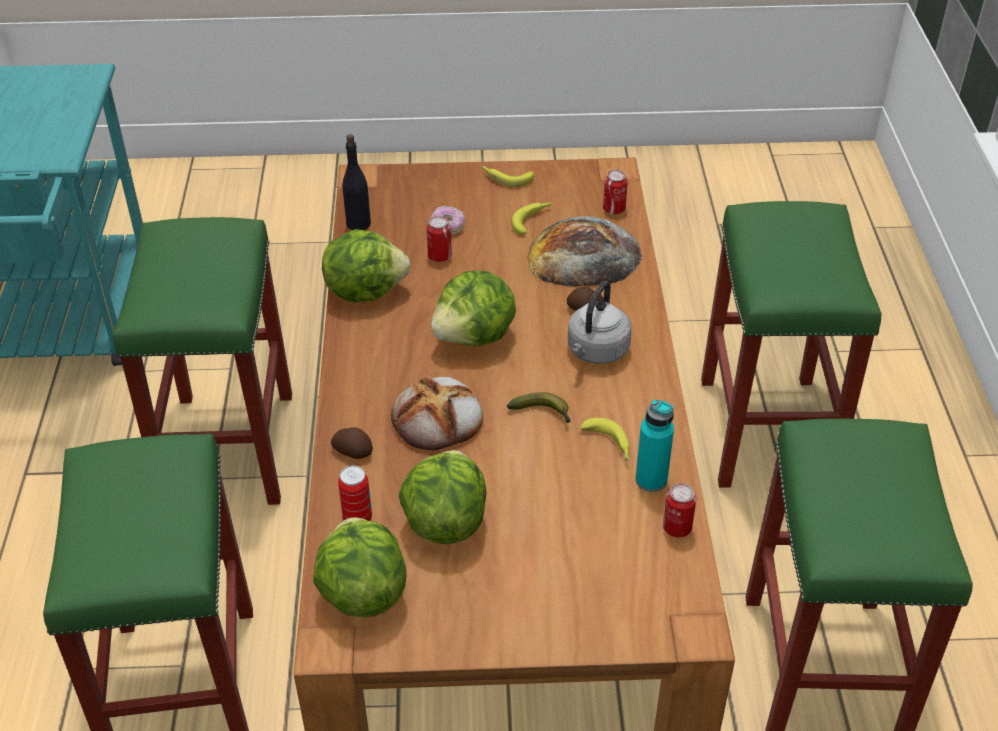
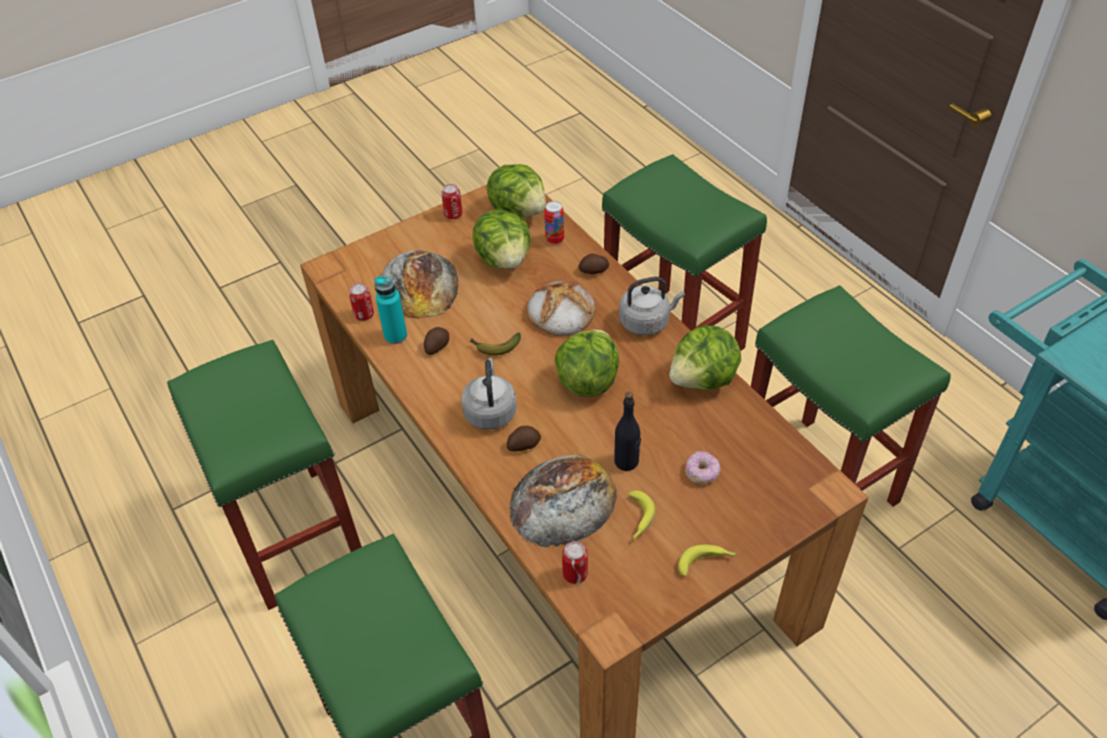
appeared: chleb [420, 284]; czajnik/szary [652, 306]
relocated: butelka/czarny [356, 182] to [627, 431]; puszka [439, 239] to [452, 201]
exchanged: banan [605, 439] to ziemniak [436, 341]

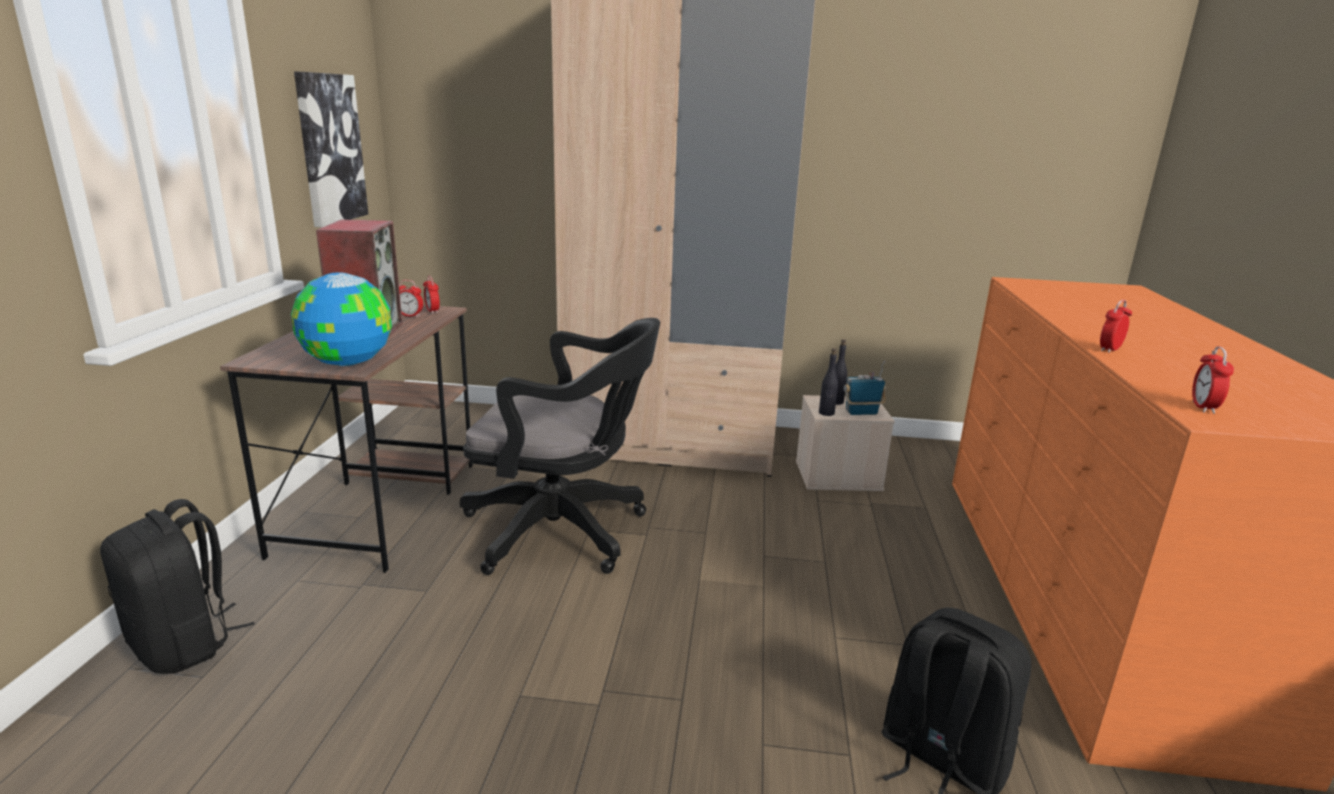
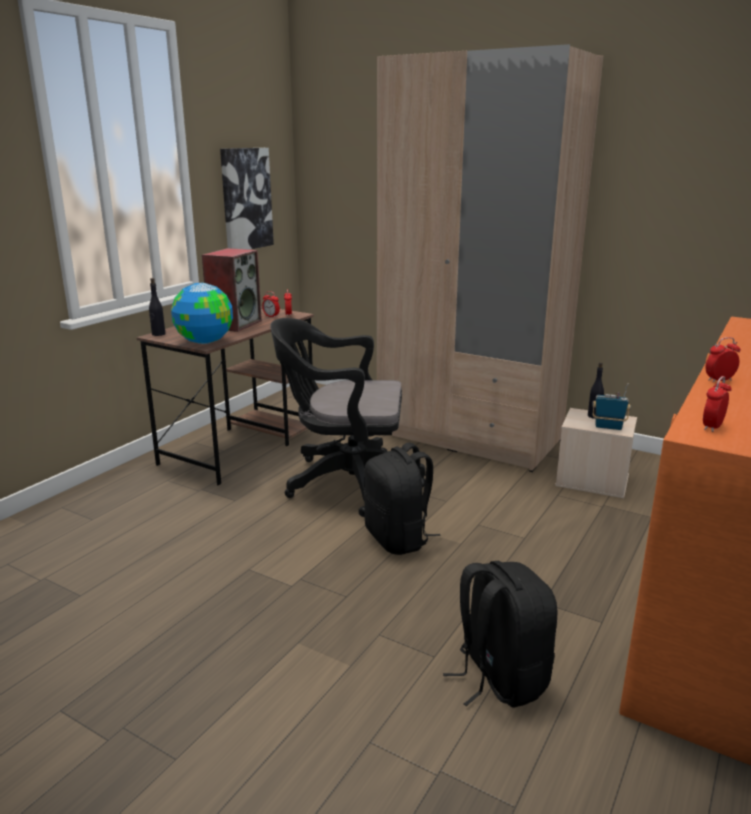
relocated: plecak/czarny [177, 586] to [402, 499]; butelka/czarny [828, 382] to [157, 307]
spun: krzesło biurowe/czarny [560, 446] = [348, 417] 150 degrees clockwise

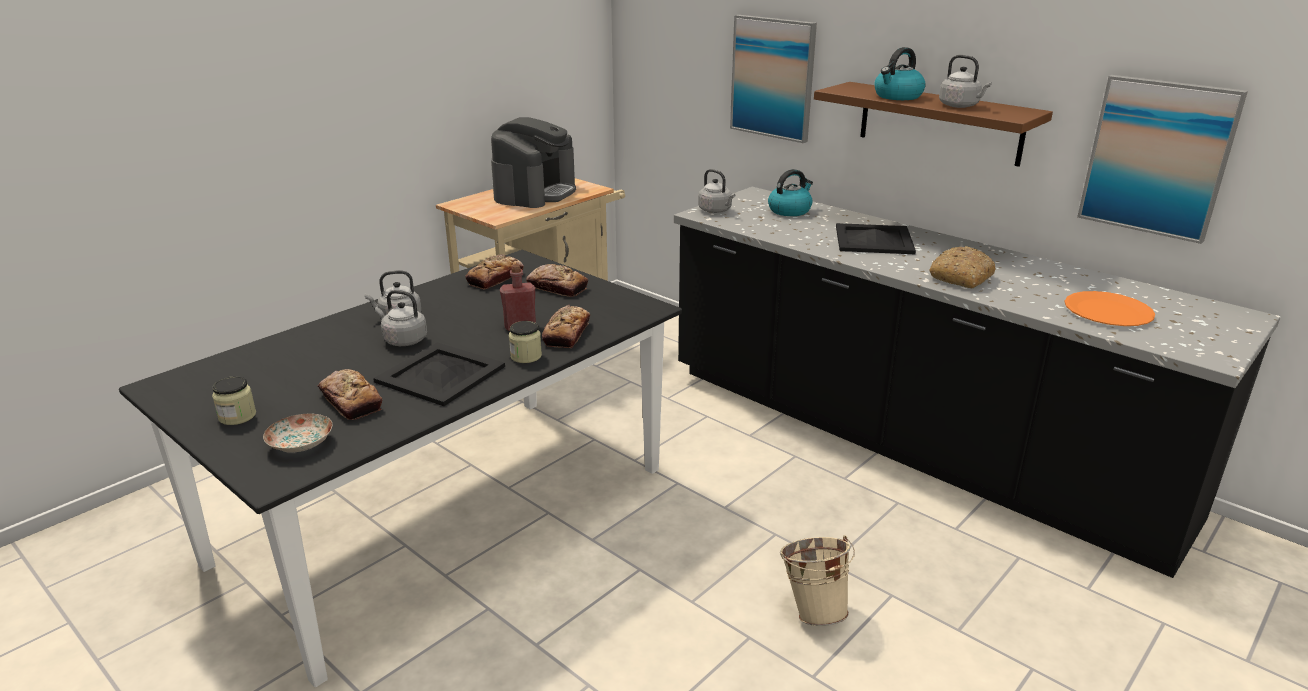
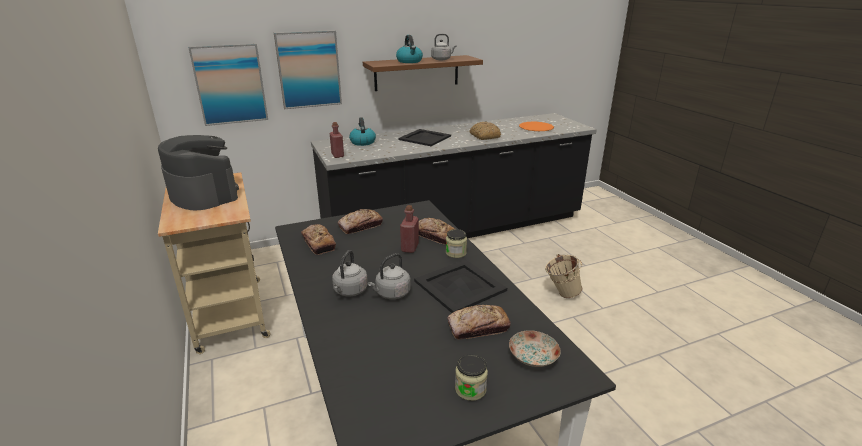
relocated: obraz [1162, 159] to [228, 85]
exchanged: czajnik/szary [716, 191] to butelka/czerwony [337, 140]

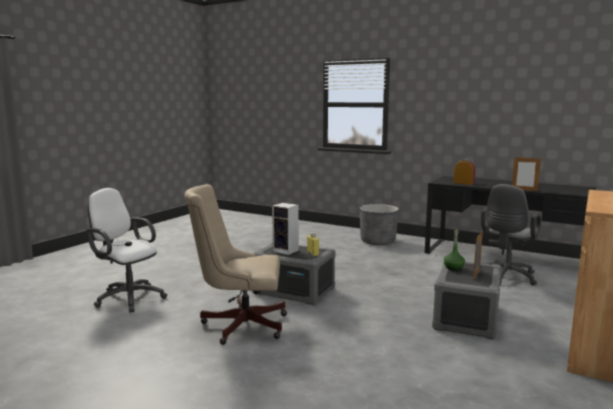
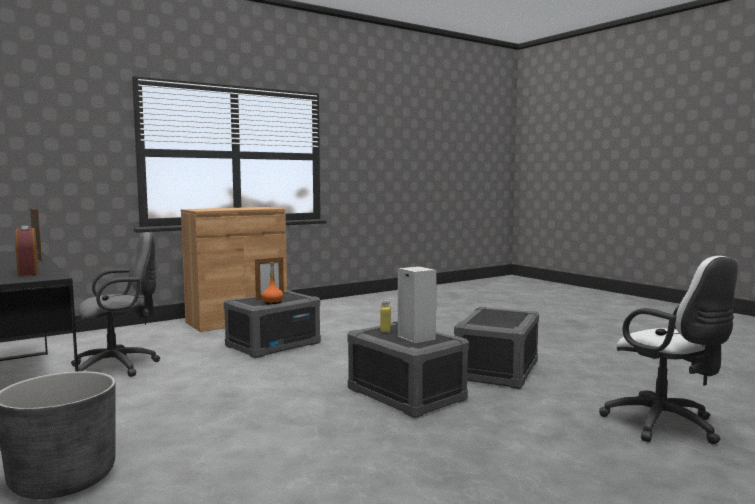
exchanged: krzesło biurowe/beżowy [235, 264] to pojemnik do przechowywania/szary [496, 347]
colour: butelka/zielony [454, 250] to butelka/pomarańczowy [272, 283]

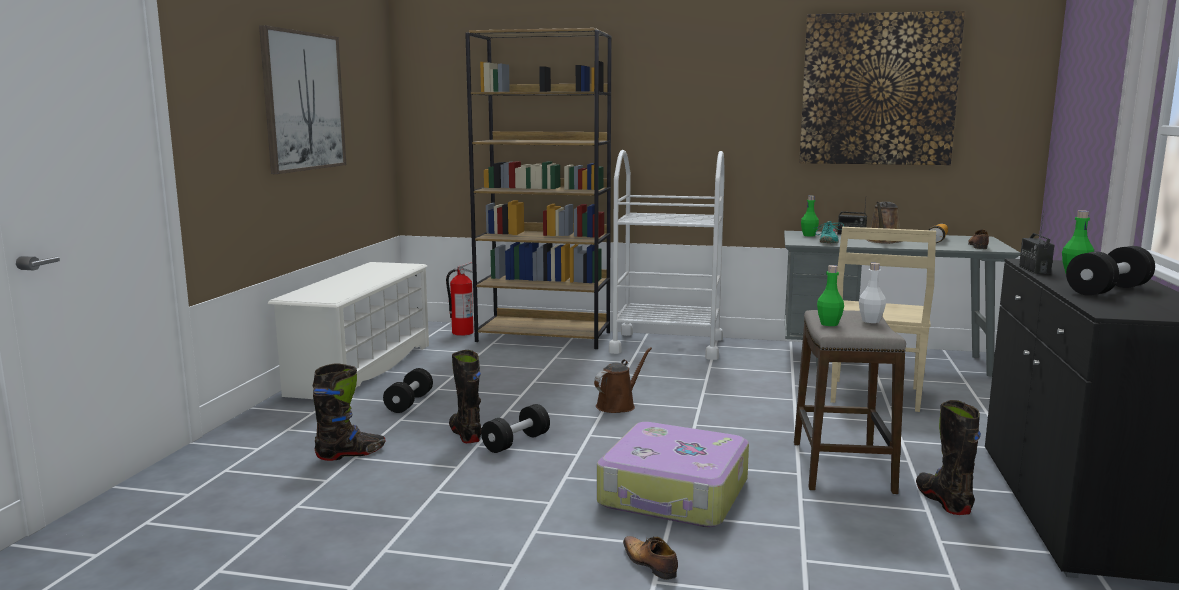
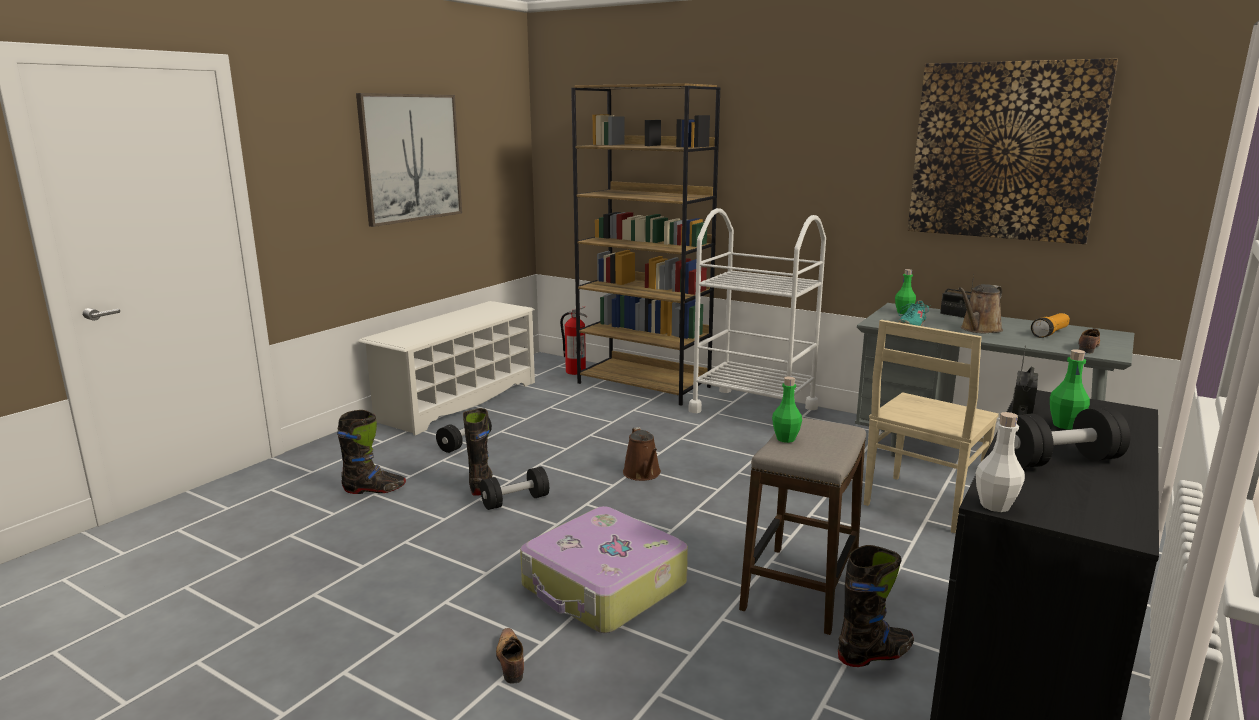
relocated: butelka/biały [872, 293] to [1000, 462]
spun: konewka/brązowy [623, 380] = [642, 454] 105 degrees clockwise; but z cholewką/czarny [948, 457] = [876, 606] 60 degrees clockwise

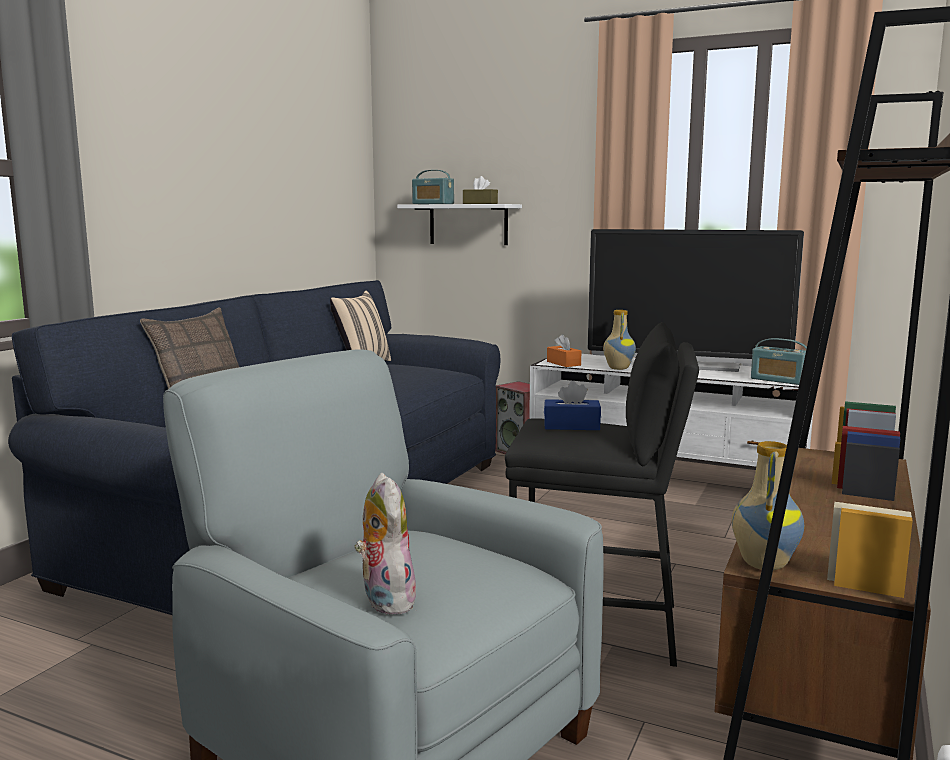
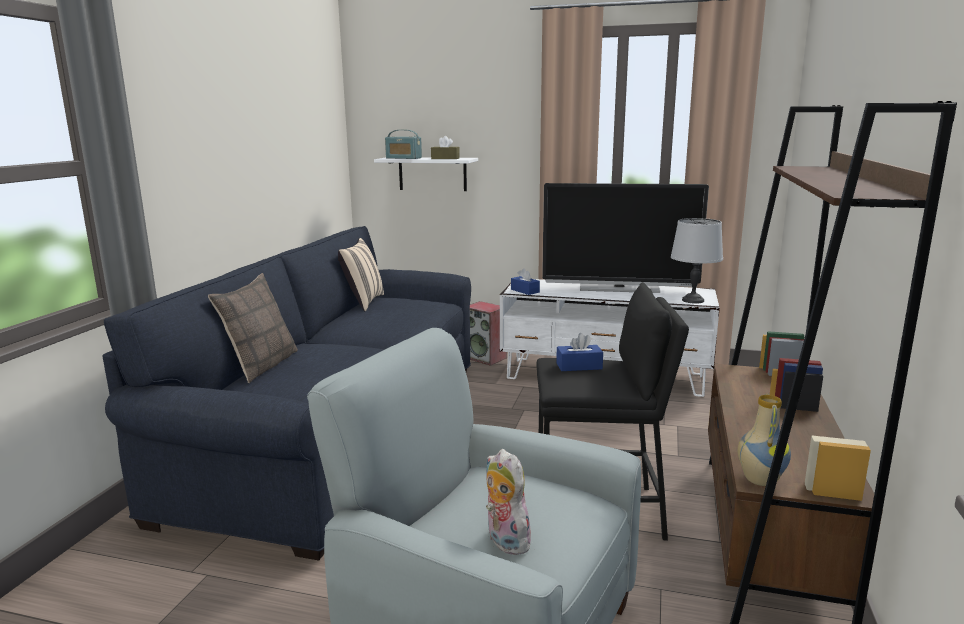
missing: wazon [619, 340]
exchanged: radio [779, 361] to lampa stołowa/szary [697, 261]
colour: pudełko chusteczek/pomarańczowy [564, 350] to pudełko chusteczek/niebieski [525, 281]

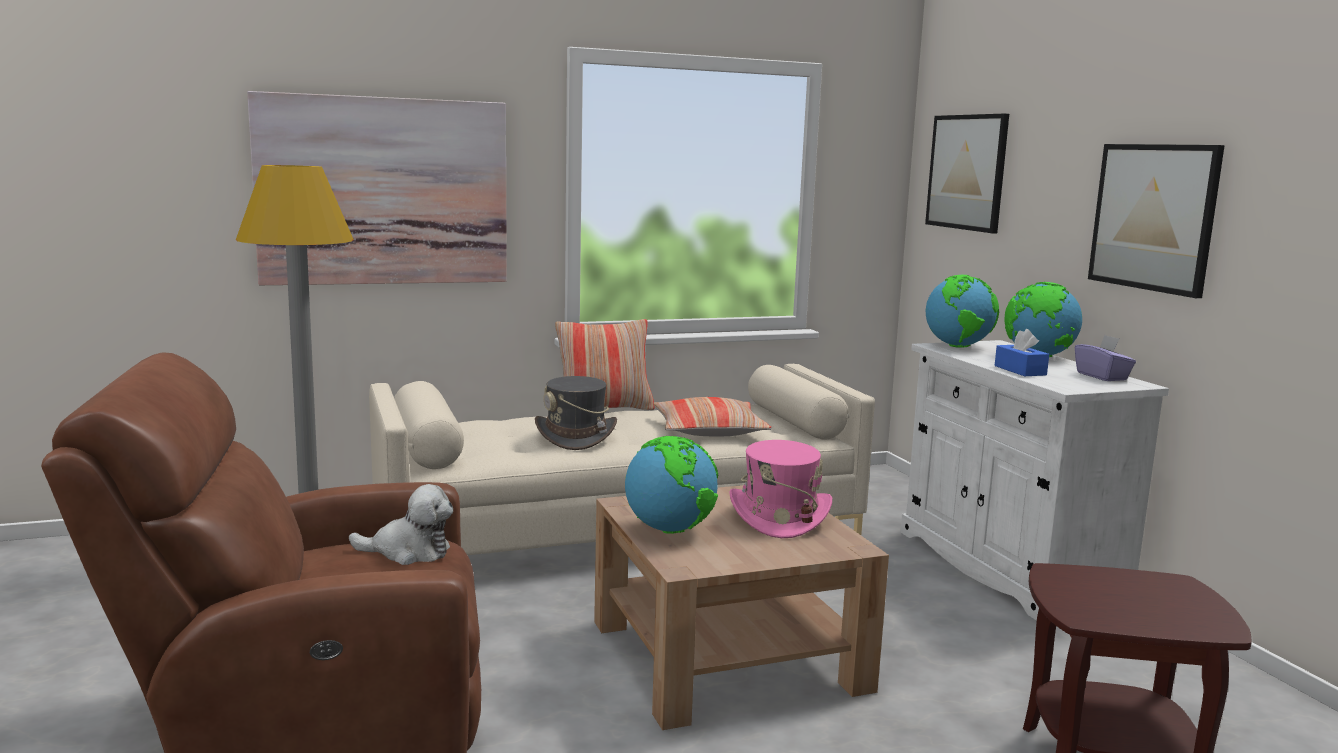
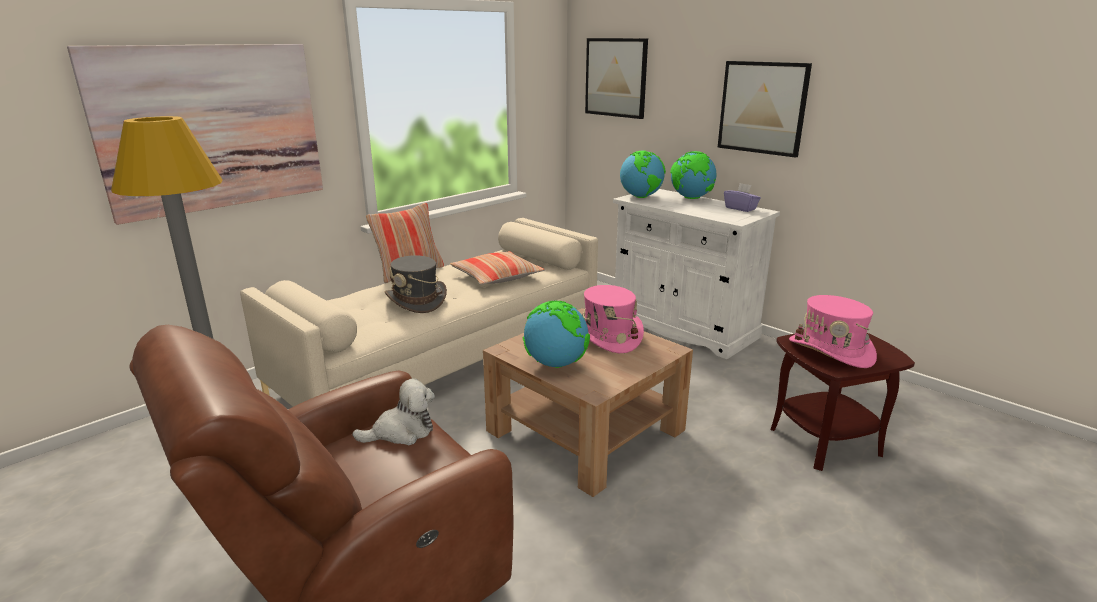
missing: pudełko chusteczek/niebieski [1022, 352]
appeared: kapelusz/różowy [833, 331]

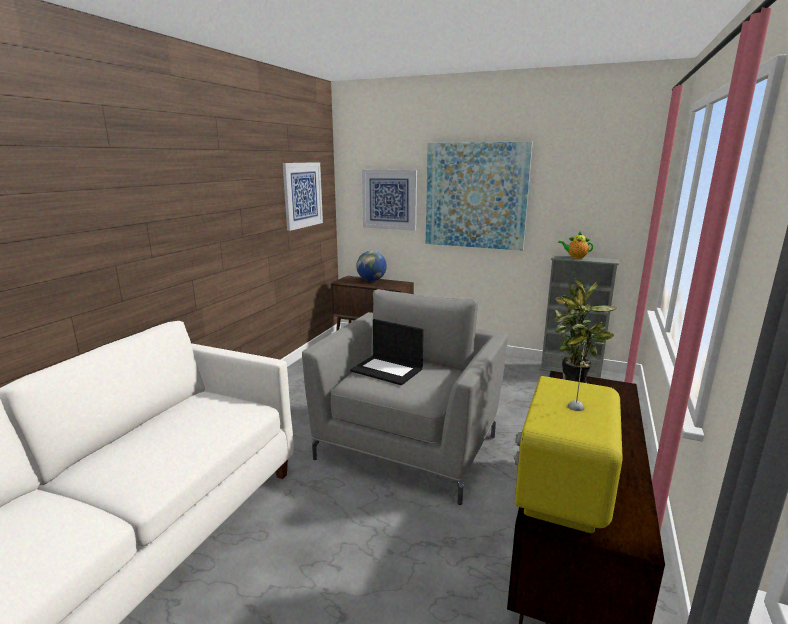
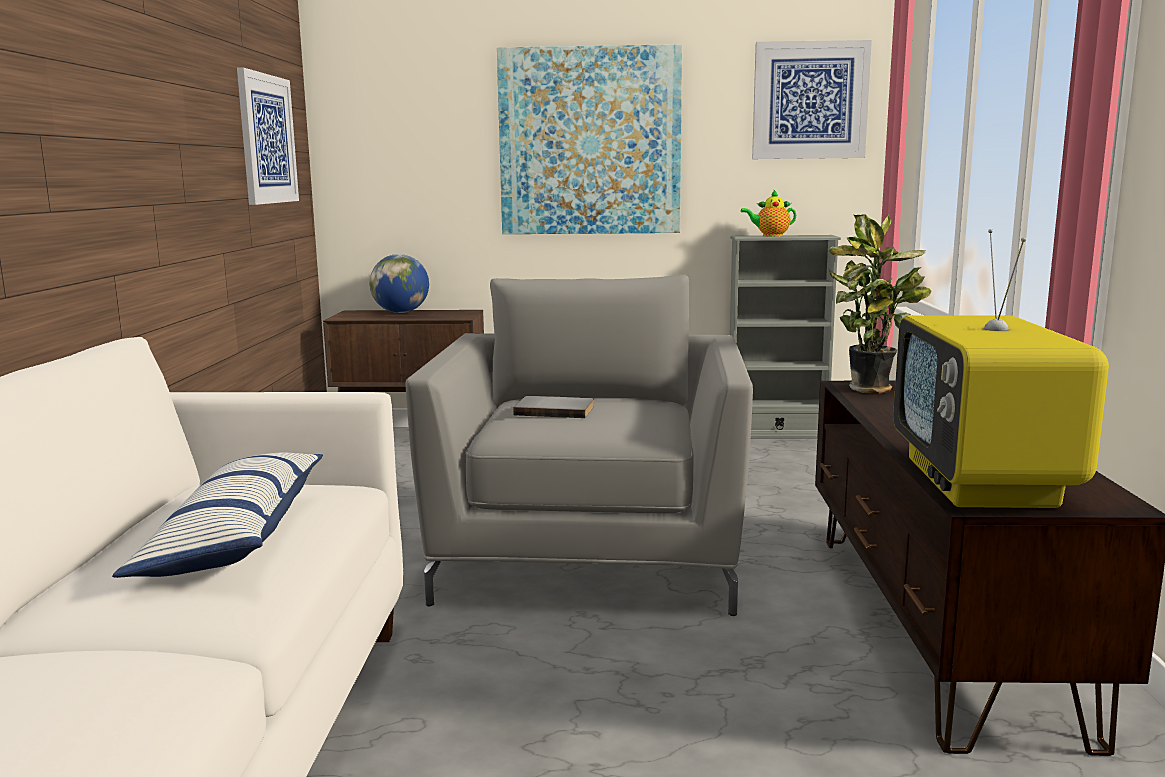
appeared: poduszka [217, 515]
relocated: obraz [389, 200] to [812, 99]
exchanged: laptop [387, 352] to książka/szary [553, 407]

